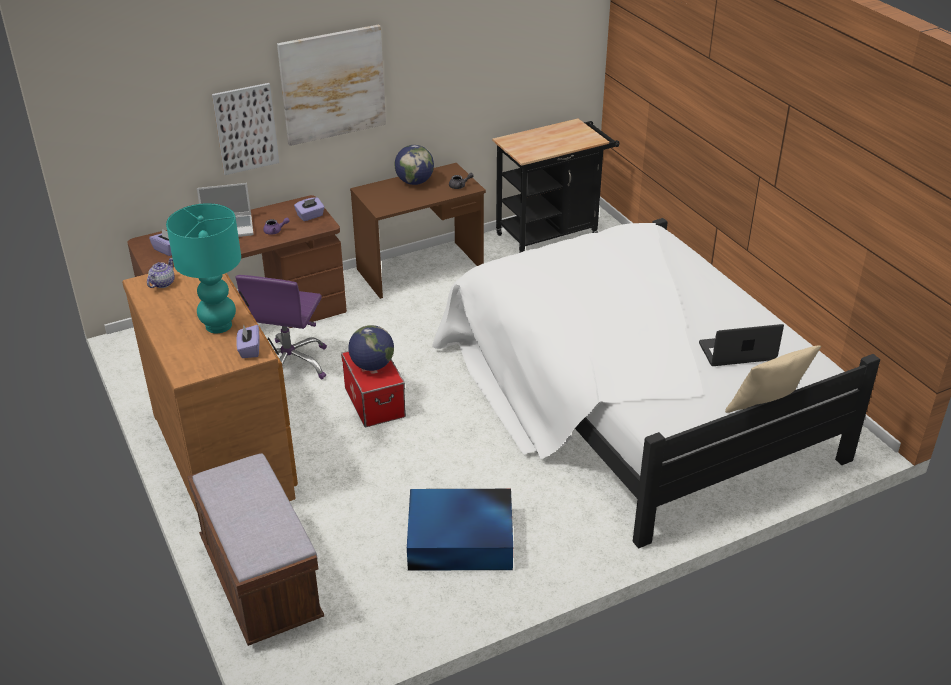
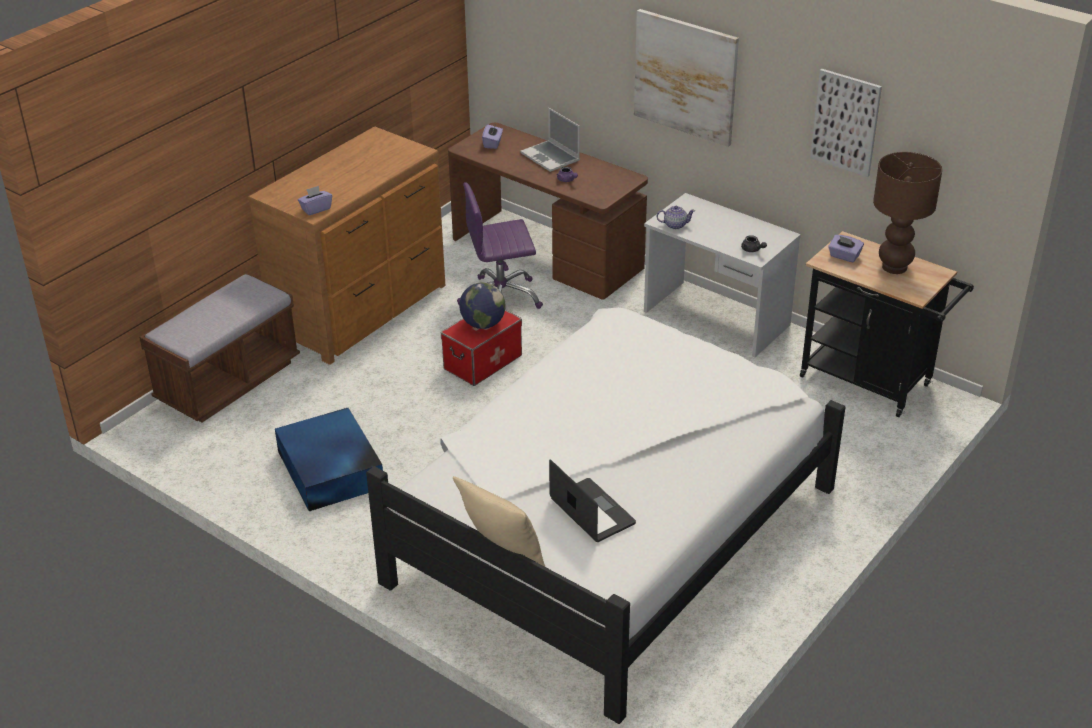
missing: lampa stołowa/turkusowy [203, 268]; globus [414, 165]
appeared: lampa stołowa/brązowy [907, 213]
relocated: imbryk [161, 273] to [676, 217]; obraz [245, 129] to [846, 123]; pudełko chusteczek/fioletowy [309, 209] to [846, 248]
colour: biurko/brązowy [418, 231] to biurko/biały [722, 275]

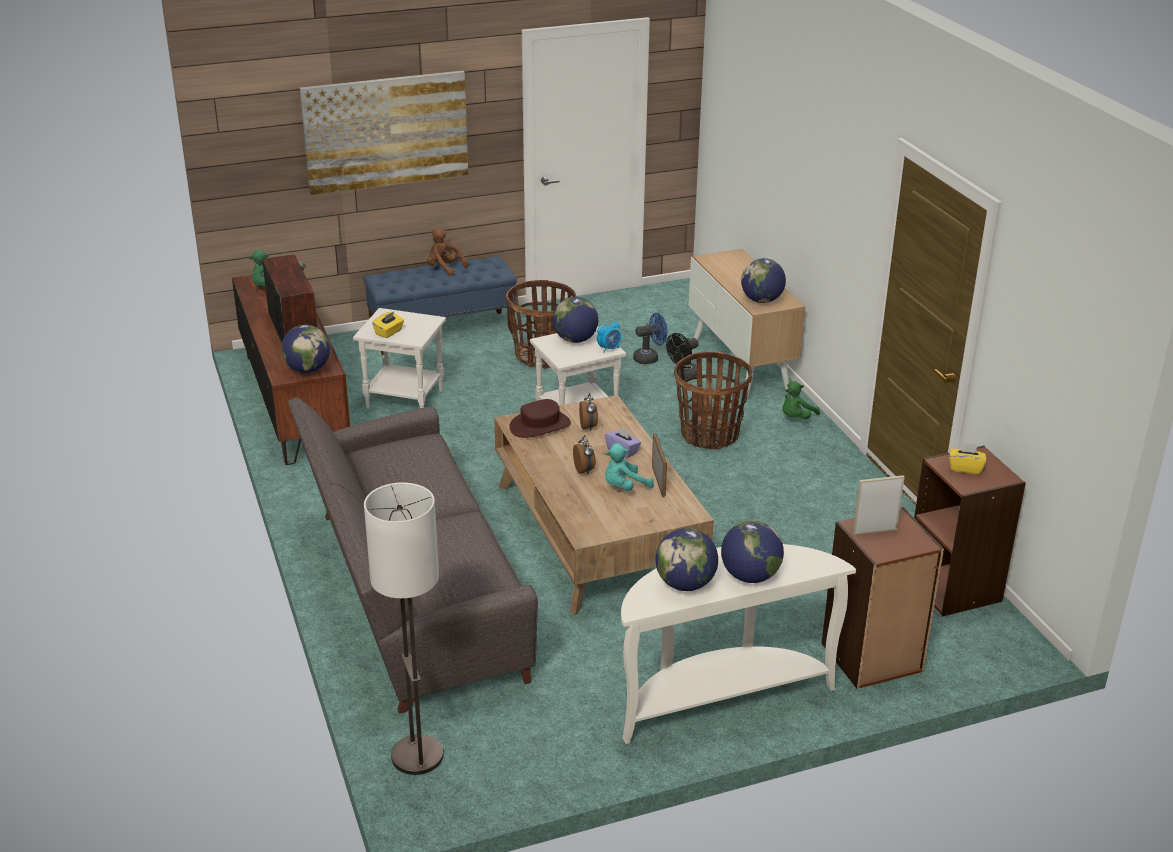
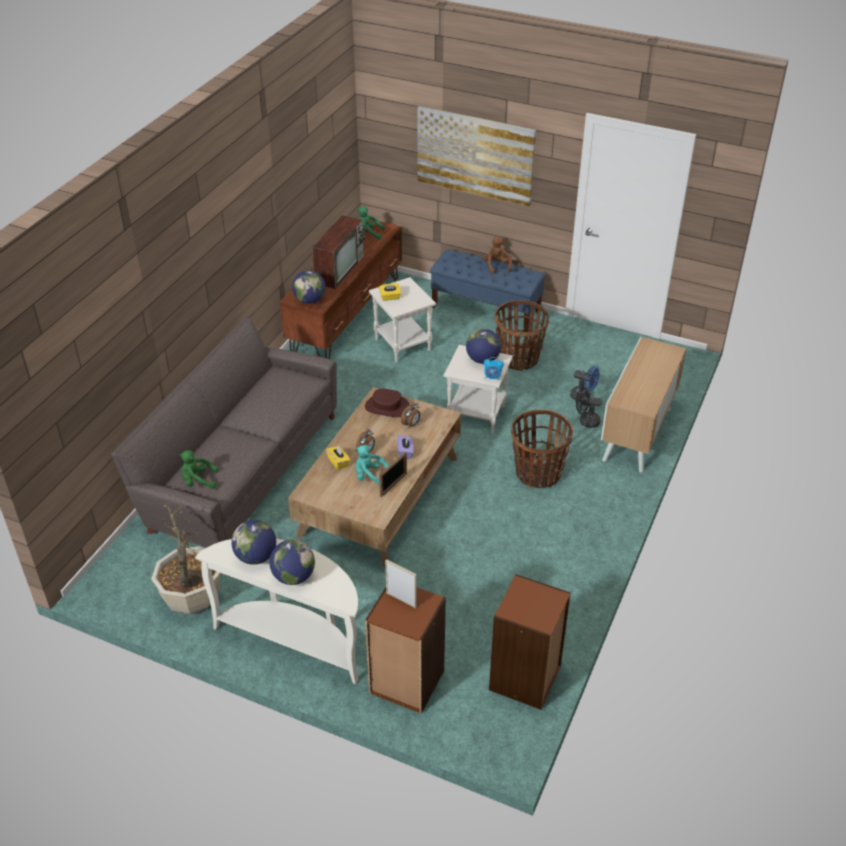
missing: lampa stojąca [403, 628]; globus [763, 280]
appeared: roślina doniczkowa [186, 558]
relocated: pluszak/zielony [801, 400] to [198, 469]; pudełko chusteczek/żółty [967, 458] to [338, 458]

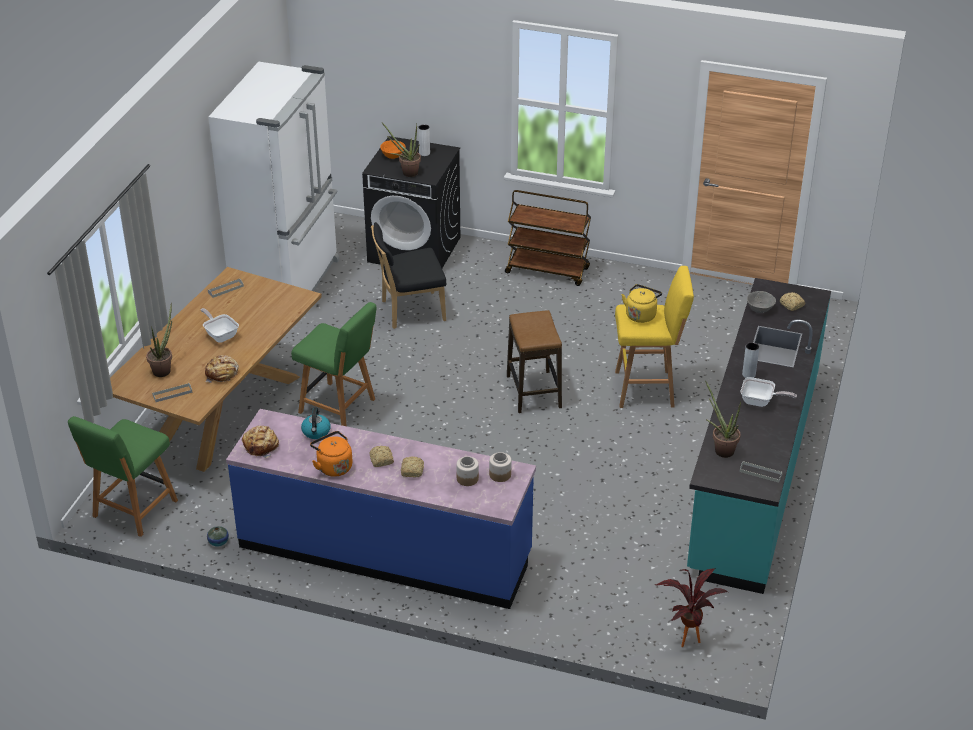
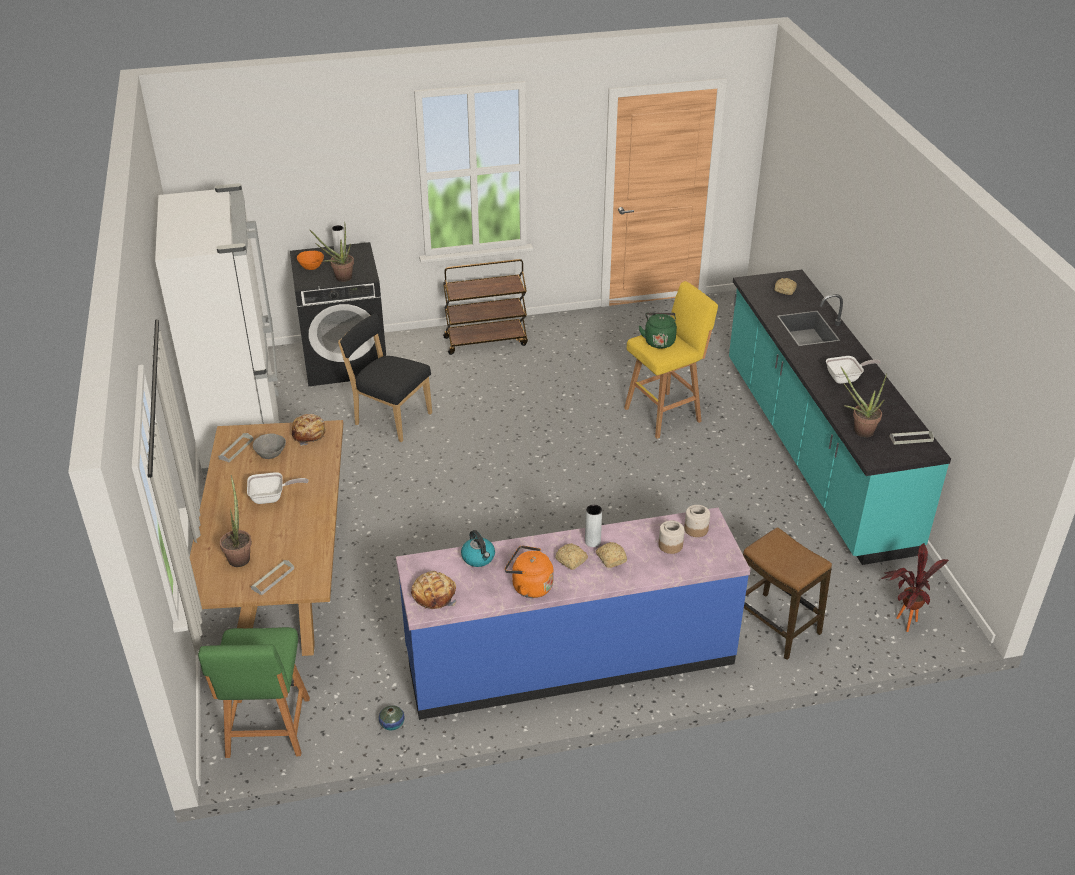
missing: krzesło/zielony [333, 364]
relocated: chleb [222, 369] to [309, 430]; stołek [534, 361] to [787, 593]; wazon/szary [750, 360] to [593, 526]; miska/szary [761, 302] to [269, 446]
colour: czajnik/żółty [642, 303] to czajnik/zielony [658, 330]
spun: patelnia [220, 325] = [277, 488] 150 degrees clockwise; krzesło/czarny [408, 275] = [385, 377] 75 degrees clockwise

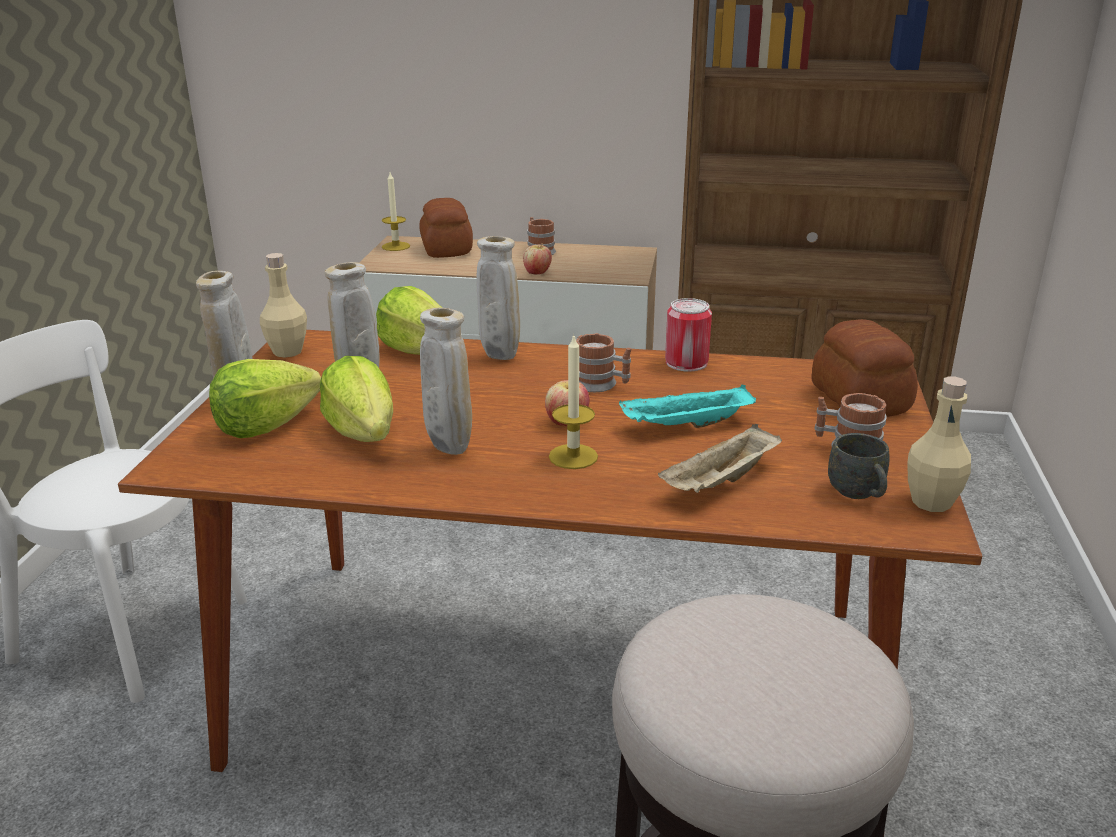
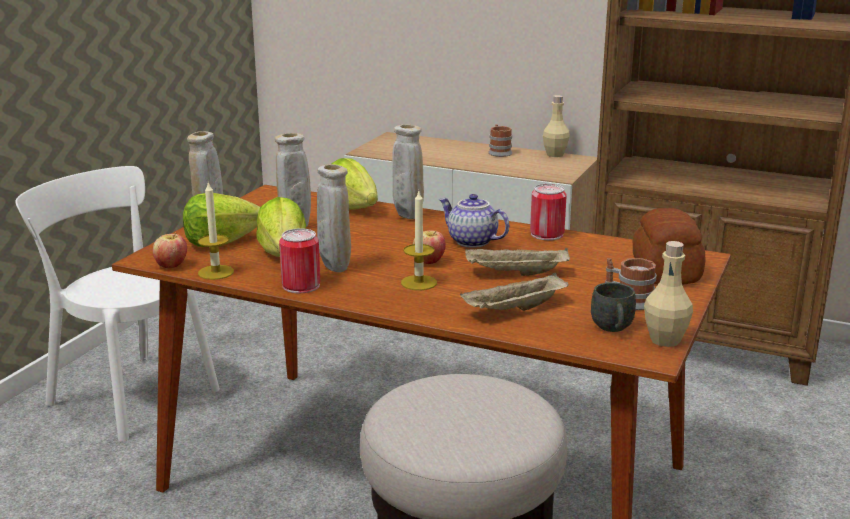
missing: chleb [446, 228]
appeared: puszka [300, 260]
relocated: butelka/beżowy [283, 305] to [556, 126]; świeca [396, 211] to [216, 230]; jabłko [537, 258] to [170, 250]
exchanged: kubek [603, 362] to imbryk [474, 221]
colour: taca/turkusowy [687, 406] to taca/beżowy [517, 262]

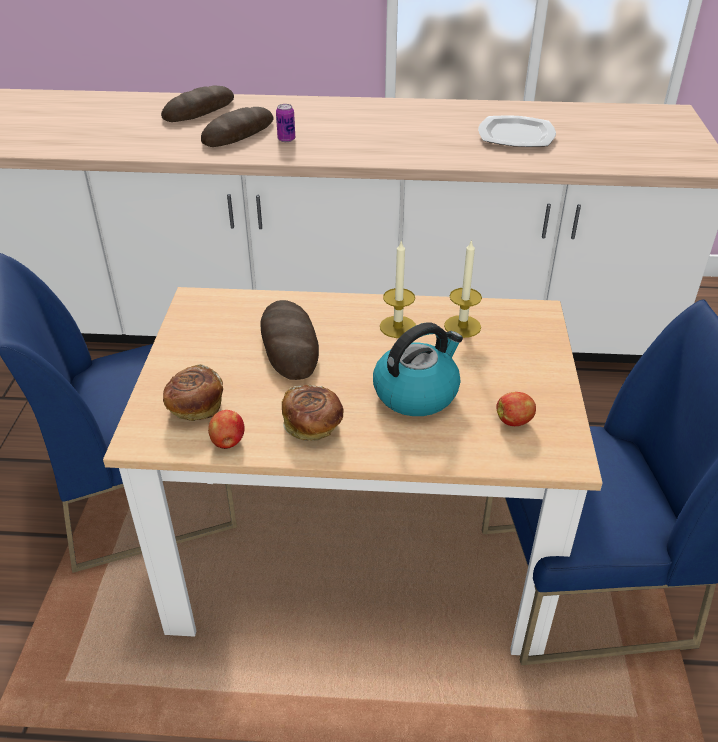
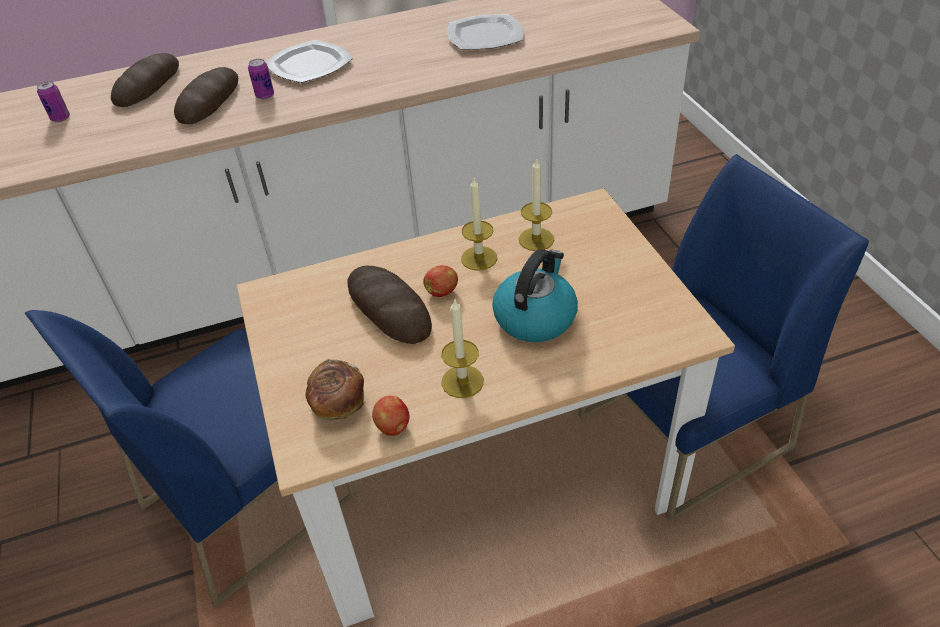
appeared: puszka [53, 101]; talerz [309, 61]
relocated: jabłko [516, 409] to [440, 281]
exchanged: chleb [313, 412] to świeca [462, 349]

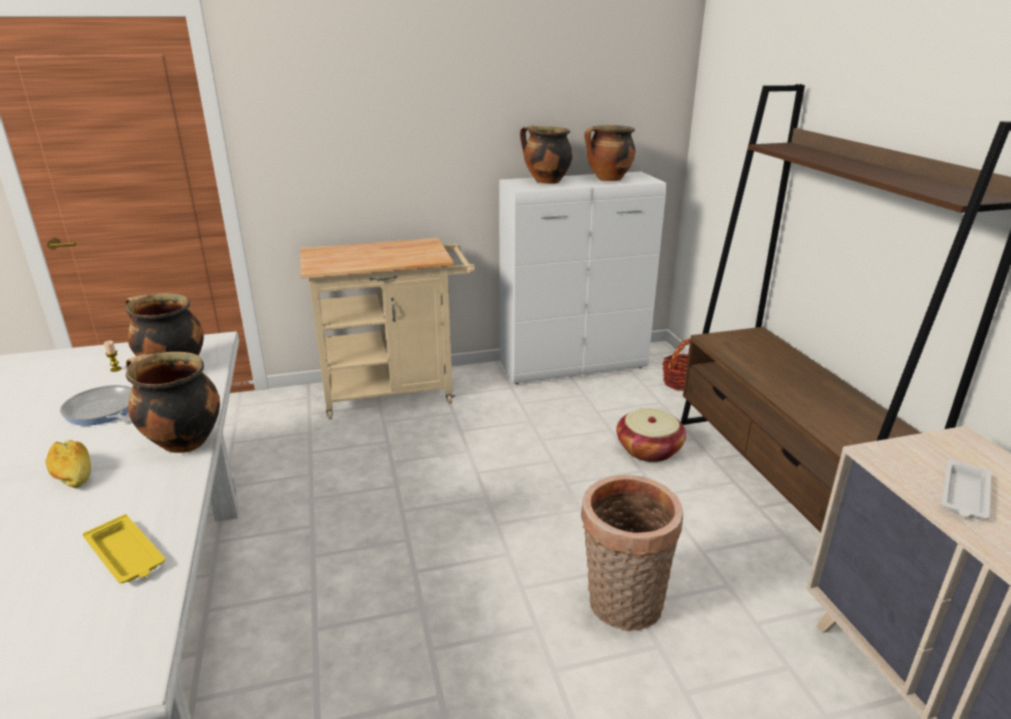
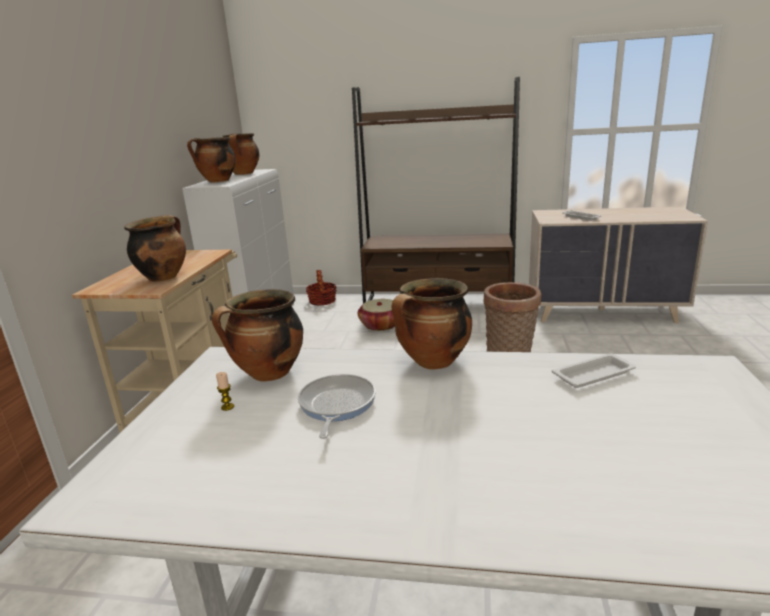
missing: chleb [68, 464]
appeared: garnek [155, 248]
colour: taca/żółty [124, 548] to taca/biały [594, 371]
spun: patelnia [96, 405] = [337, 406] 120 degrees clockwise

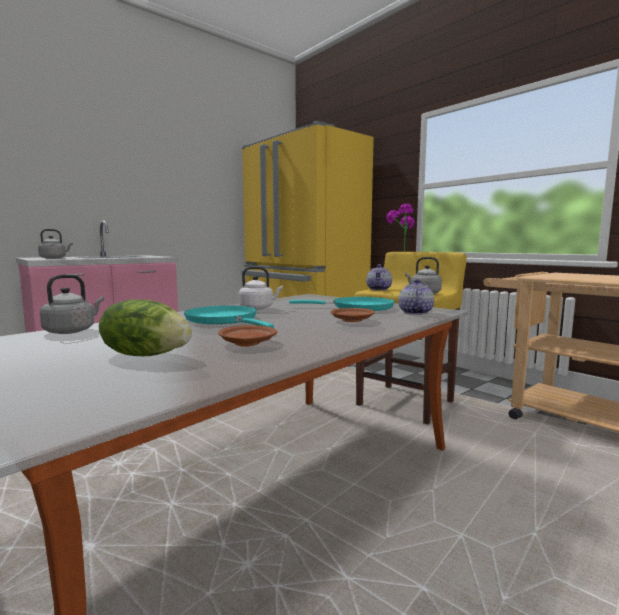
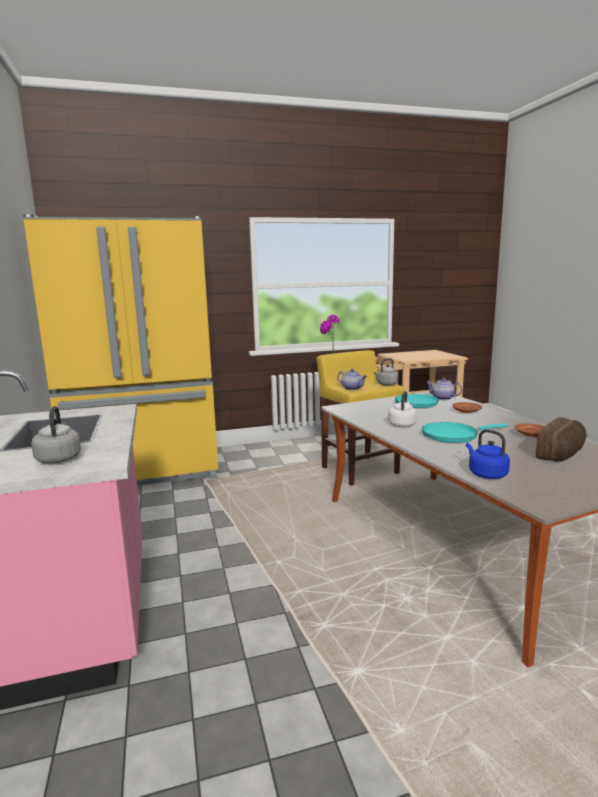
exchanged: sałata [145, 327] to chleb [561, 439]
colour: czajnik/szary [72, 304] to czajnik/niebieski [488, 454]

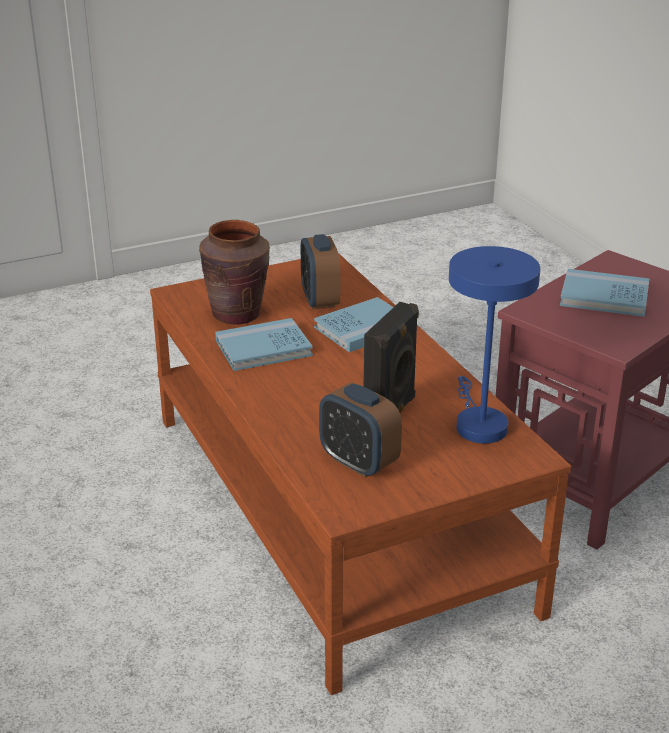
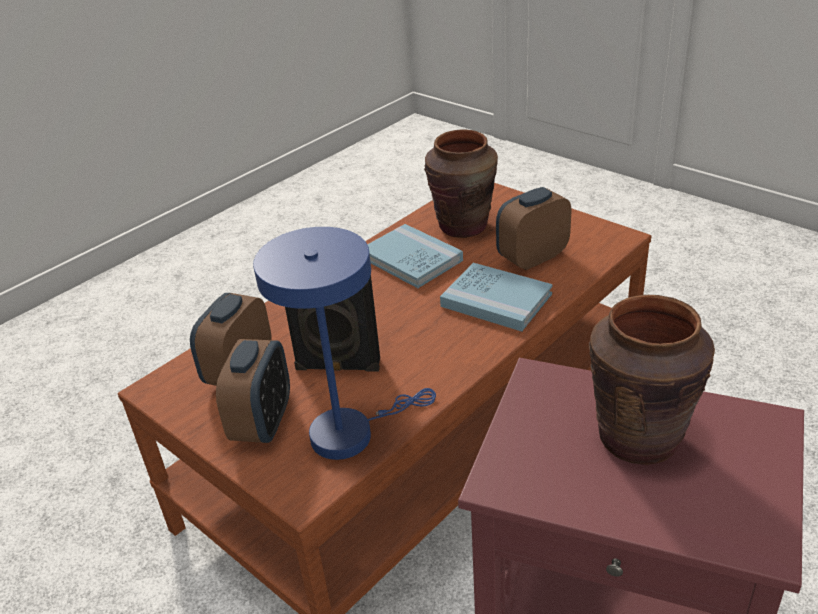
appeared: budzik [253, 391]
exchanged: książka/niebieski [604, 293] to wazon/brązowy [652, 380]

